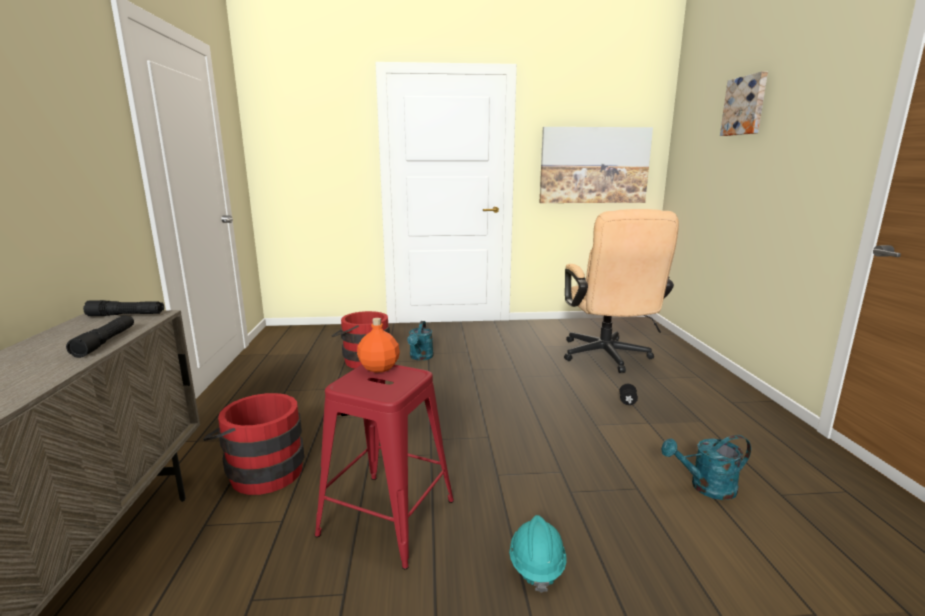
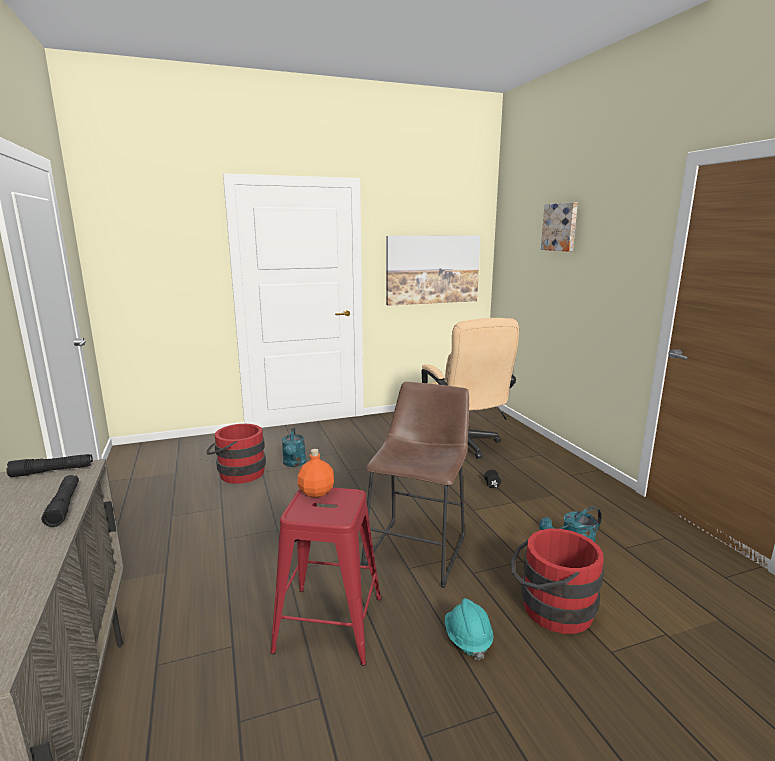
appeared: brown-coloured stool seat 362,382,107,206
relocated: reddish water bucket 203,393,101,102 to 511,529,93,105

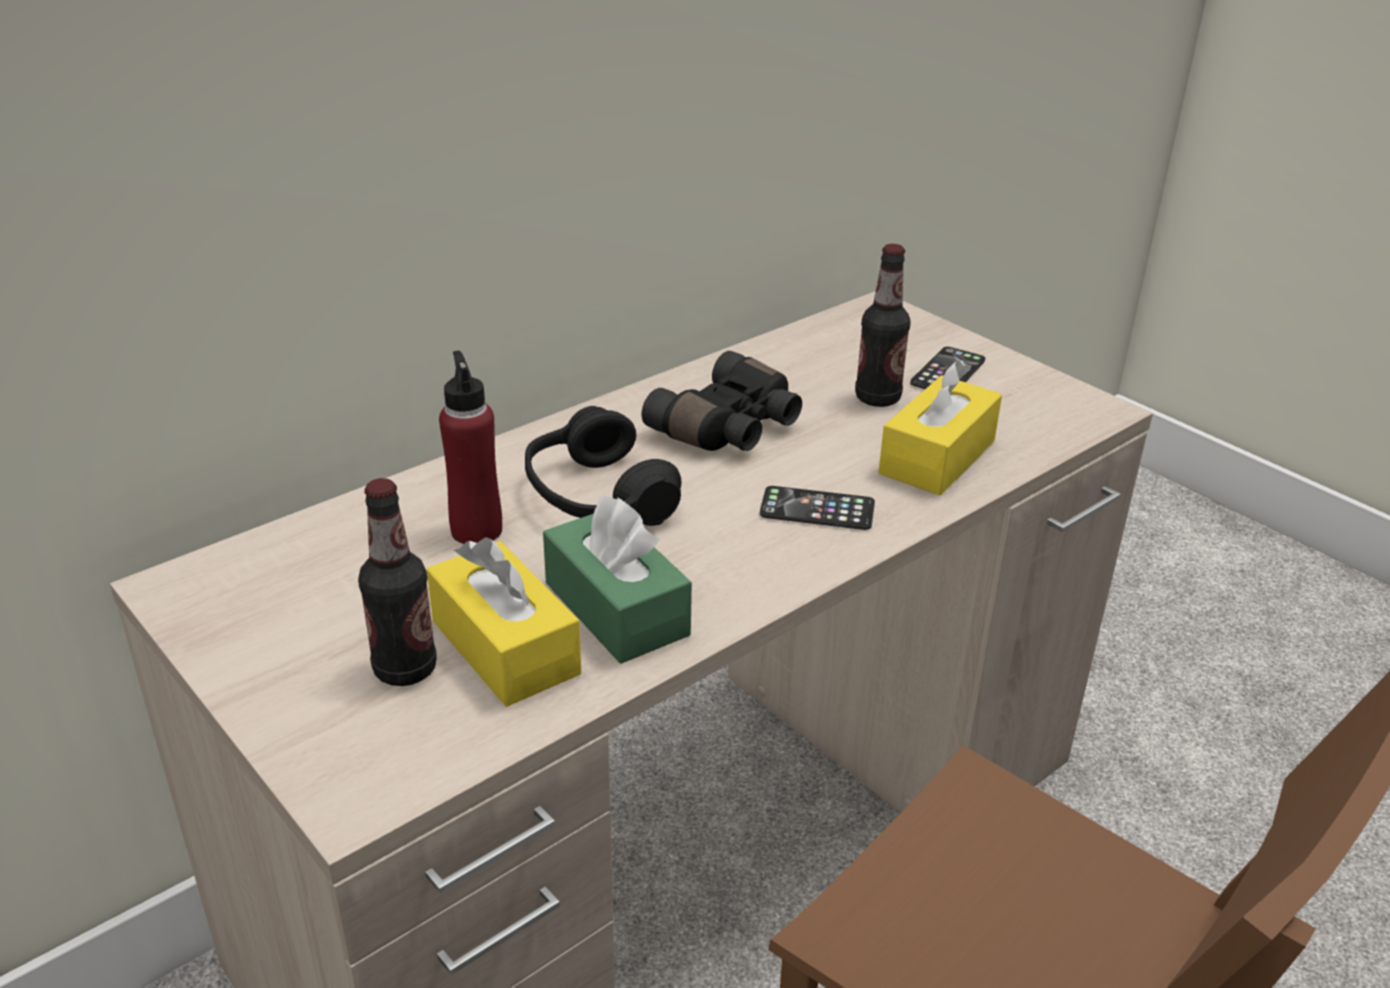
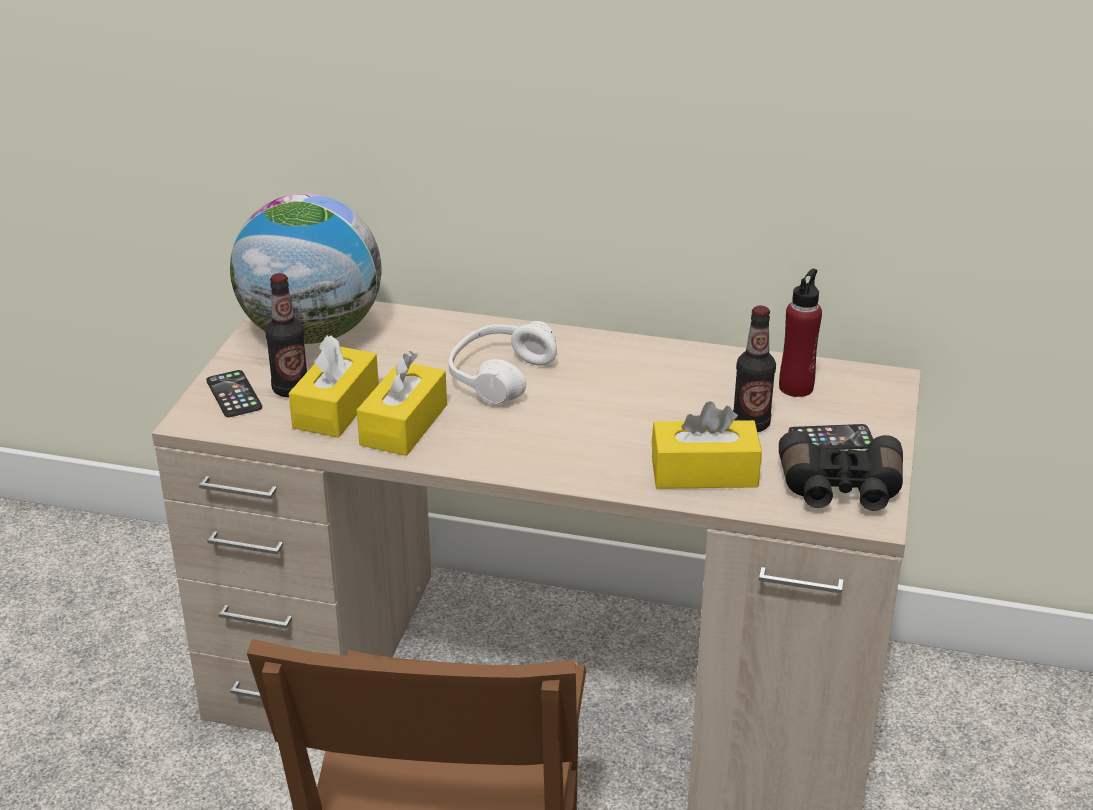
appeared: world globe 230,194,151,150
relocated: reddish drink bottle 439,351,63,193 to 779,269,43,128; black field glasses 641,351,161,100 to 779,431,124,80; handset 760,486,115,44 to 206,370,56,47
colour: black headphones 525,406,156,120 to whitish headphones 449,321,108,83; green tissue box 543,495,149,169 to yellow tissue box 357,351,90,105

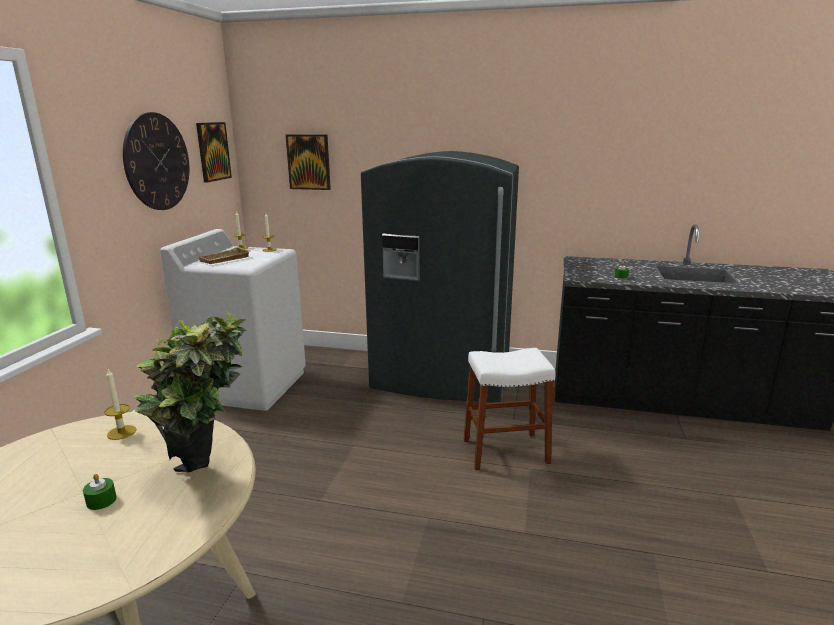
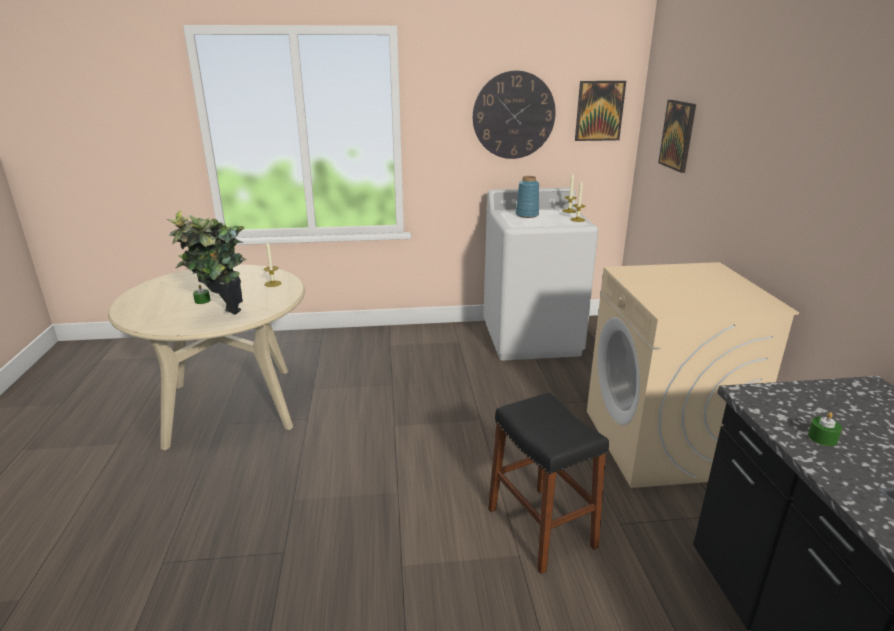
exchanged: grey fridge 361,151,158,251 to beige-coloured washing machine 587,262,212,226; beige-coloured serving tray 198,247,52,17 to blue-coloured flower vase 516,176,23,42
colour: whitish stool seat 464,348,92,122 to black stool seat 488,393,121,181

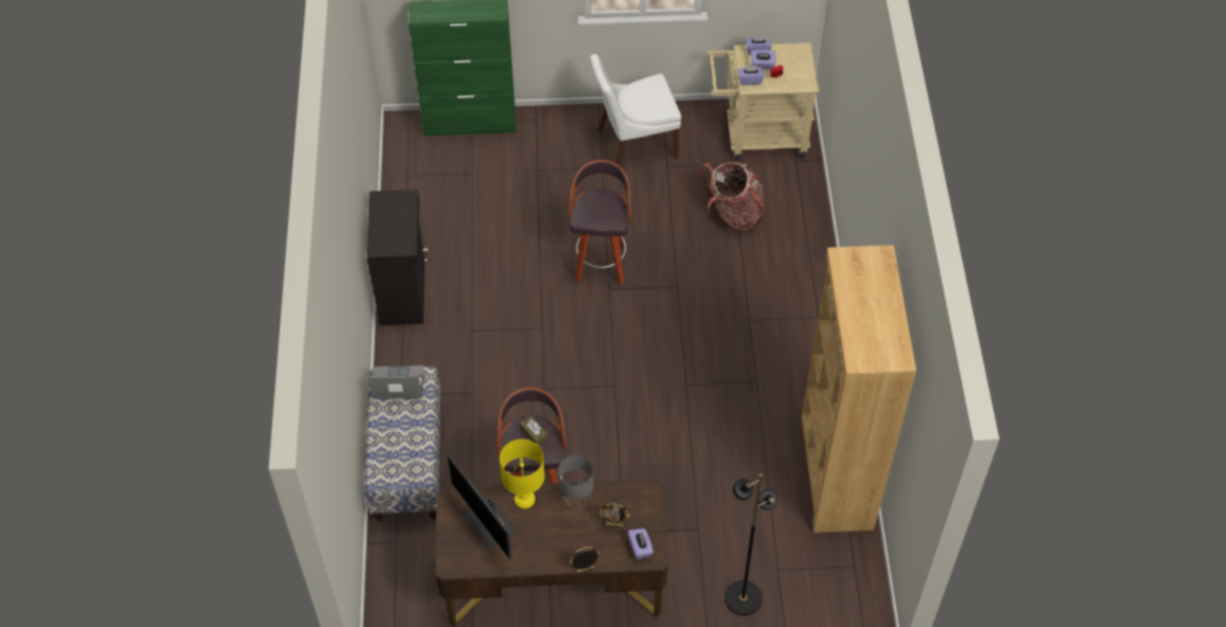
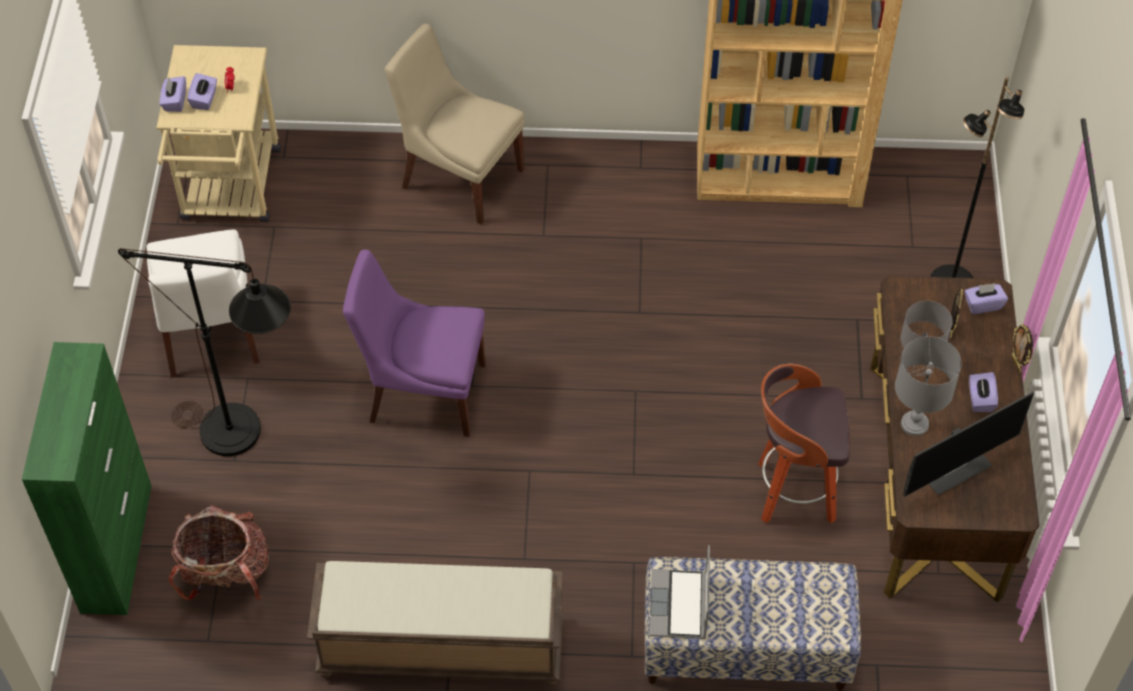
missing: brown-coloured tissue box 520,416,28,30
appeared: beige-coloured plain chair 385,23,140,202; black standing lamp 118,248,173,208
relocated: purple-coloured tissue box 738,65,26,20 to 969,372,29,40; rucksack 701,162,64,69 to 169,505,100,95
exchanged: stool seat 569,160,62,125 to purple-coloured plain chair 343,249,143,188; black cupboard 367,189,63,137 to brown-coloured long seat 307,561,256,125
colour: yellow table lamp 500,439,45,70 to grey table lamp 895,336,67,100

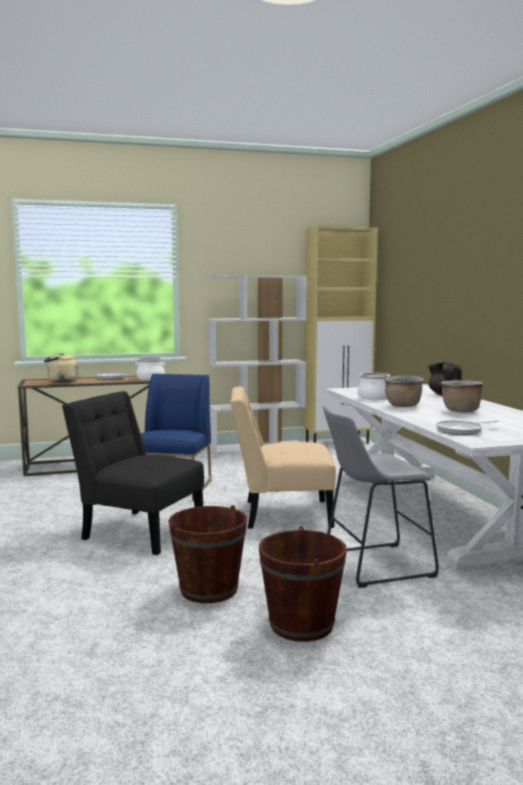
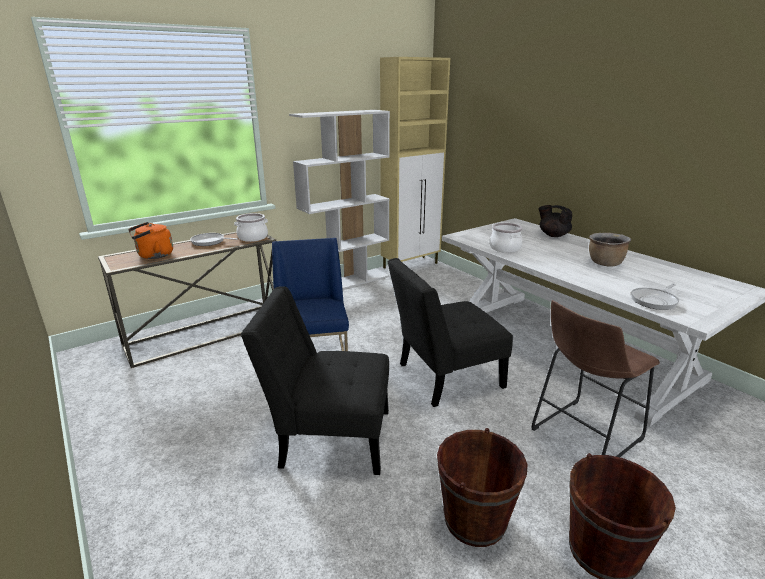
missing: brown-coloured stockpot 384,375,40,32
colour: beige-coloured tea kettle 44,353,34,30 to orange-coloured tea kettle 128,222,45,37; beige-coloured plain chair 230,387,106,142 to black plain chair 387,258,126,149; grey stool seat 323,406,116,182 to brown-coloured stool seat 531,300,129,157

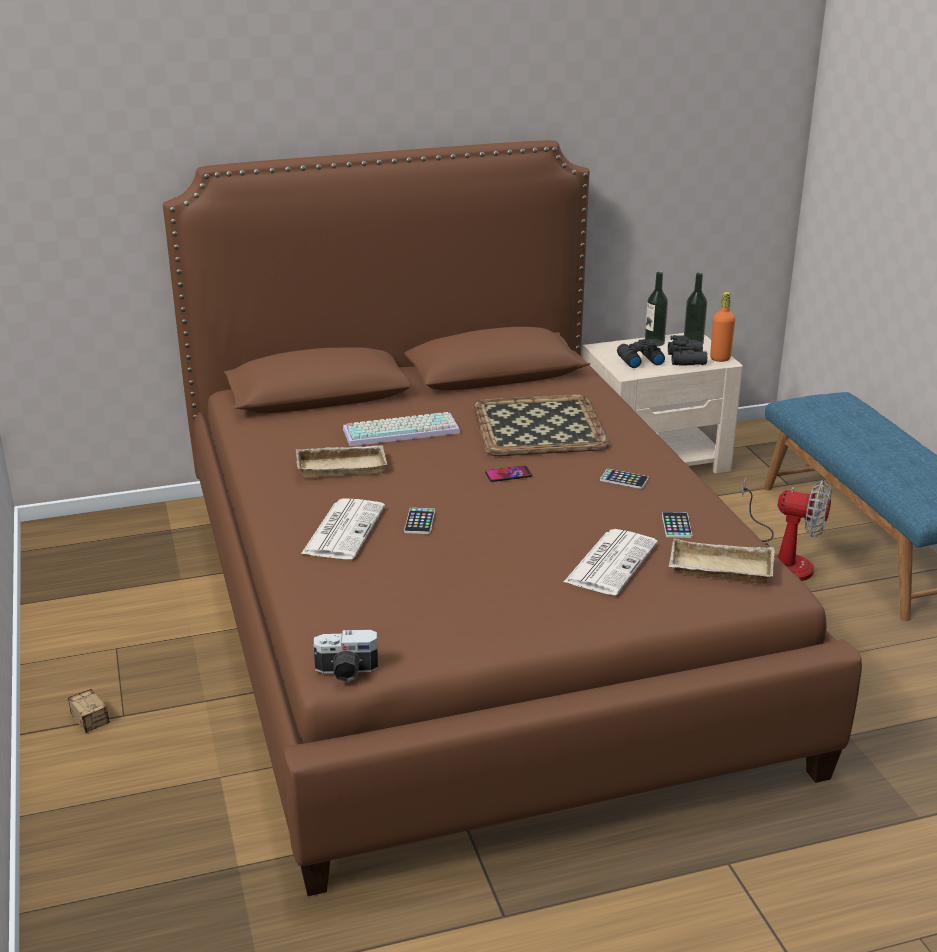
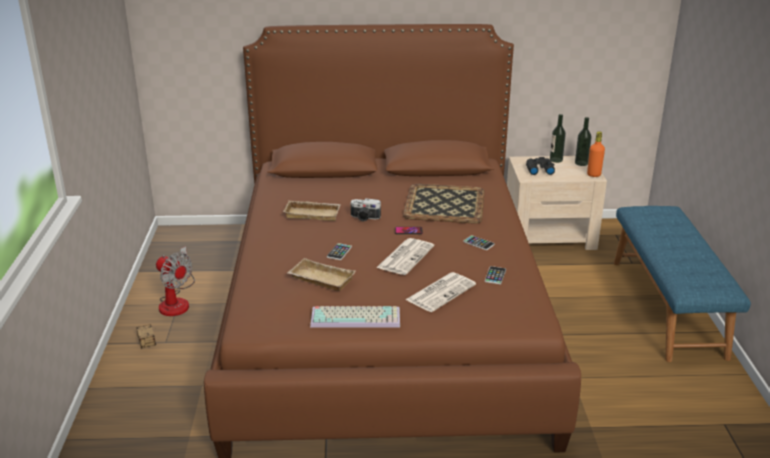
missing: black field glasses 668,335,39,30
relocated: PC keyboard 343,412,117,34 to 310,306,90,21; cooling fan 742,478,90,103 to 156,246,39,70; printed paper 301,498,84,61 to 376,238,58,37; beige-coloured serving tray 669,539,106,45 to 287,258,69,33; still camera 313,629,65,53 to 351,198,30,24

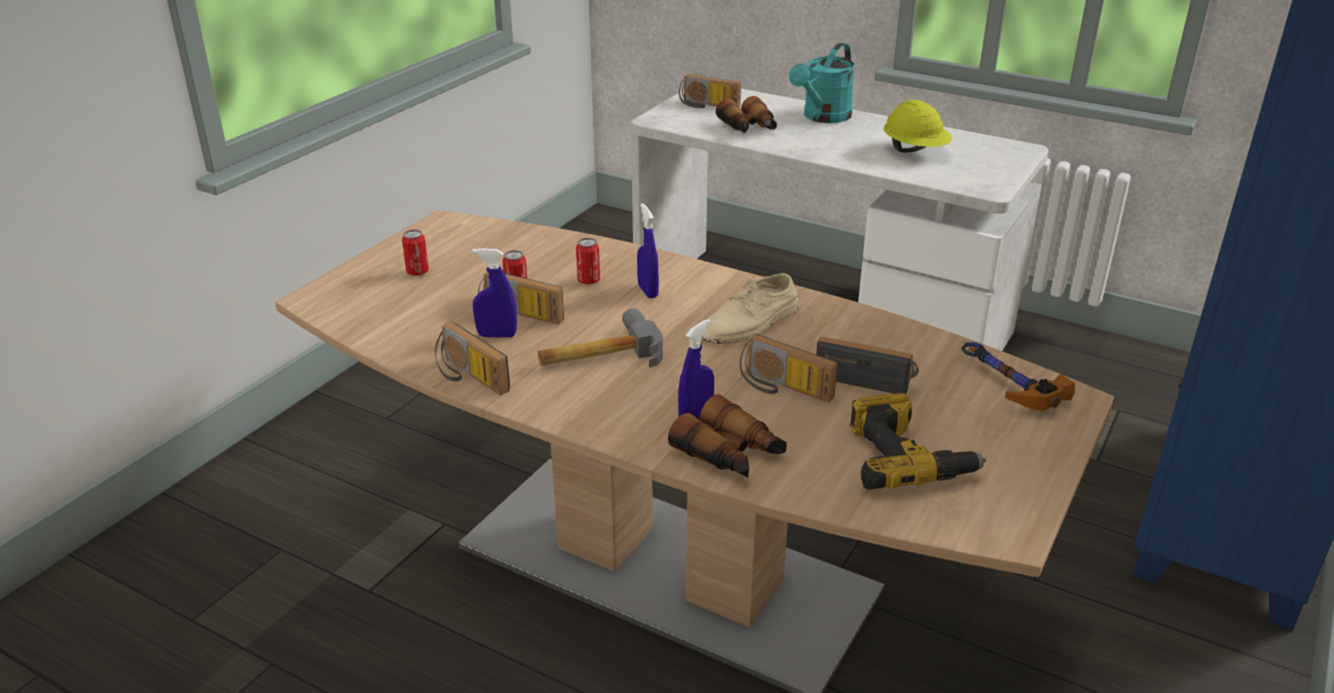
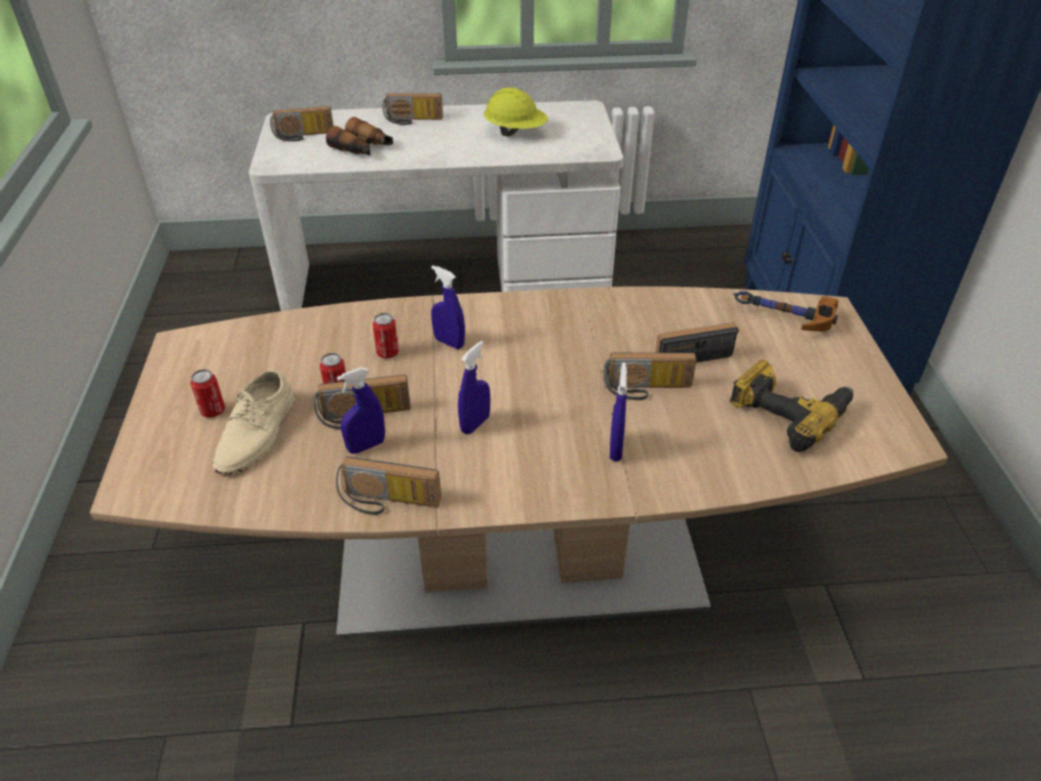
missing: field glasses 668,394,119,83
relocated: beige-coloured shoe 702,273,97,71 to 213,370,82,105
exchanged: turquoise-coloured watering can 789,43,66,80 to radio receiver 383,93,60,32; hammer 538,308,125,59 to blue-coloured hand sprayer 458,341,32,93

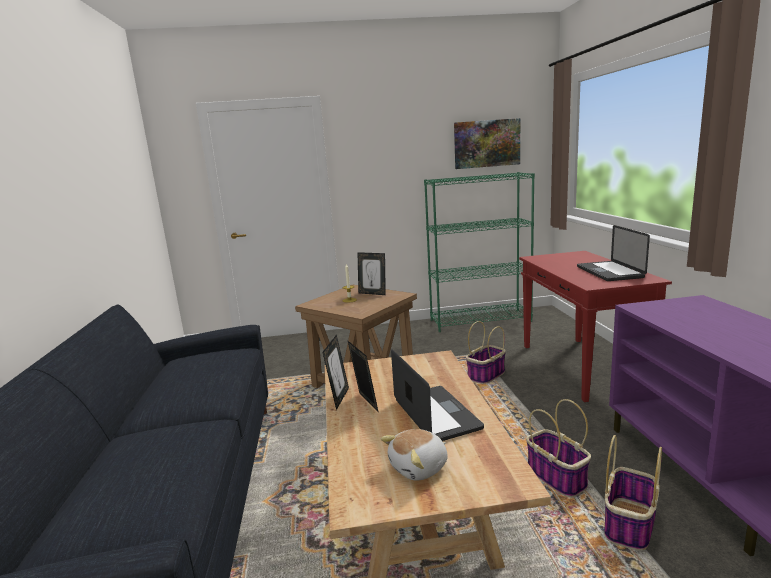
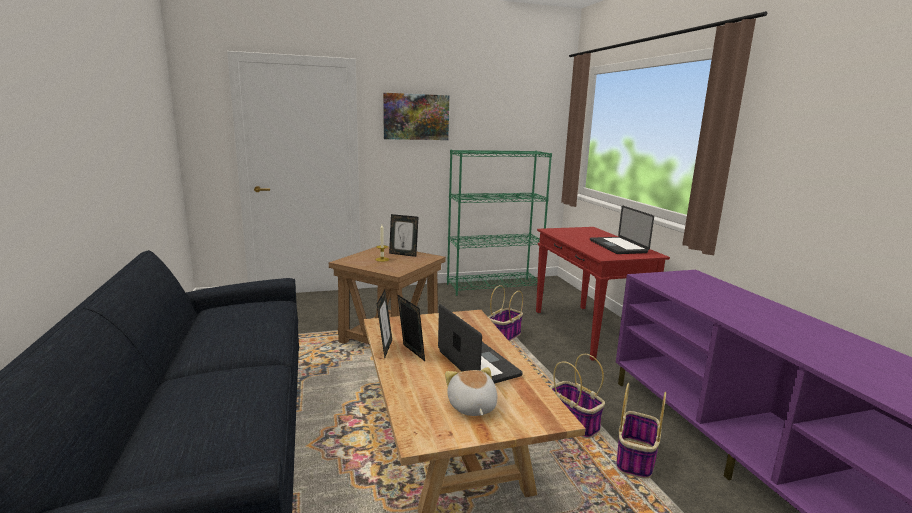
relocated: picture 454,118,66,51 to 383,93,66,47
spun: cuddly toy 381,429,67,52 = 445,367,52,49 120 degrees clockwise

